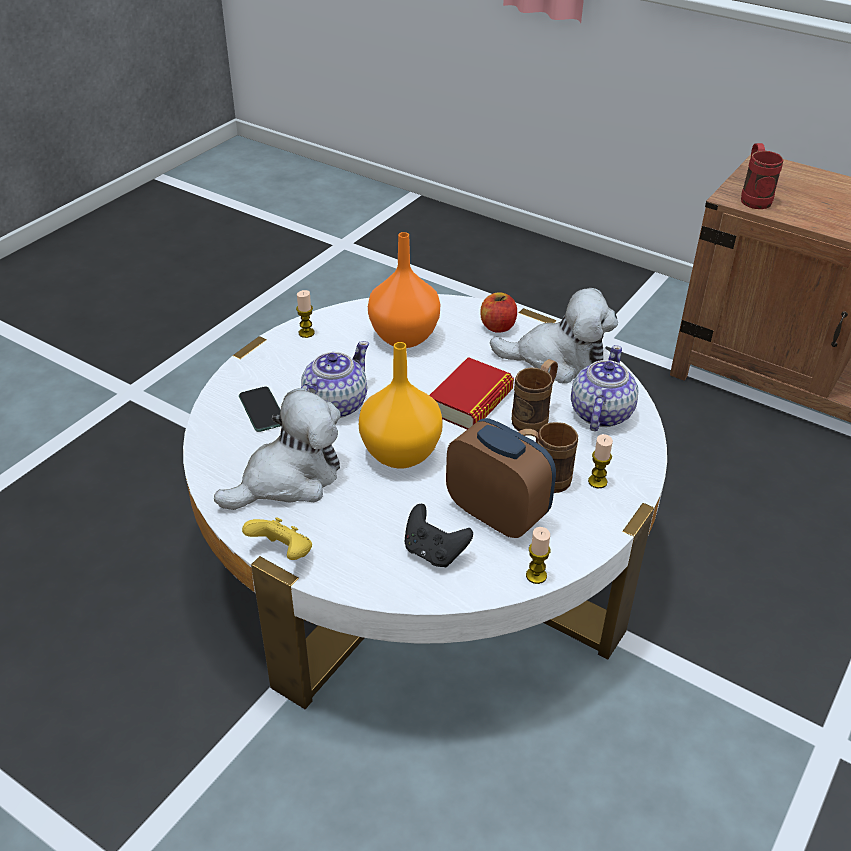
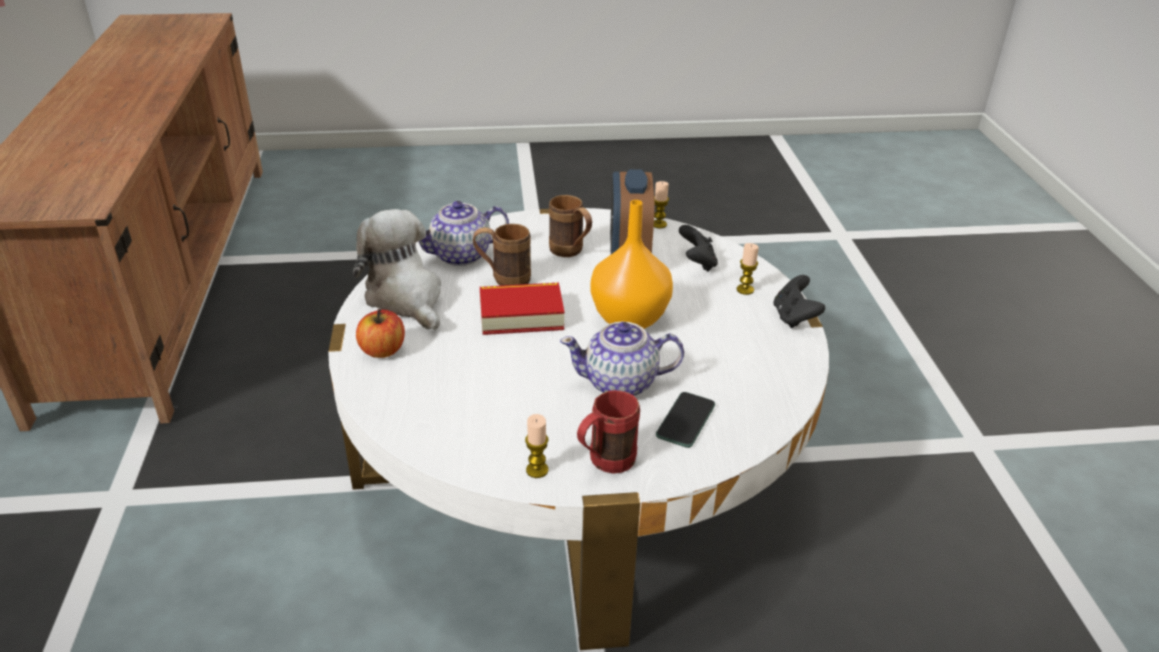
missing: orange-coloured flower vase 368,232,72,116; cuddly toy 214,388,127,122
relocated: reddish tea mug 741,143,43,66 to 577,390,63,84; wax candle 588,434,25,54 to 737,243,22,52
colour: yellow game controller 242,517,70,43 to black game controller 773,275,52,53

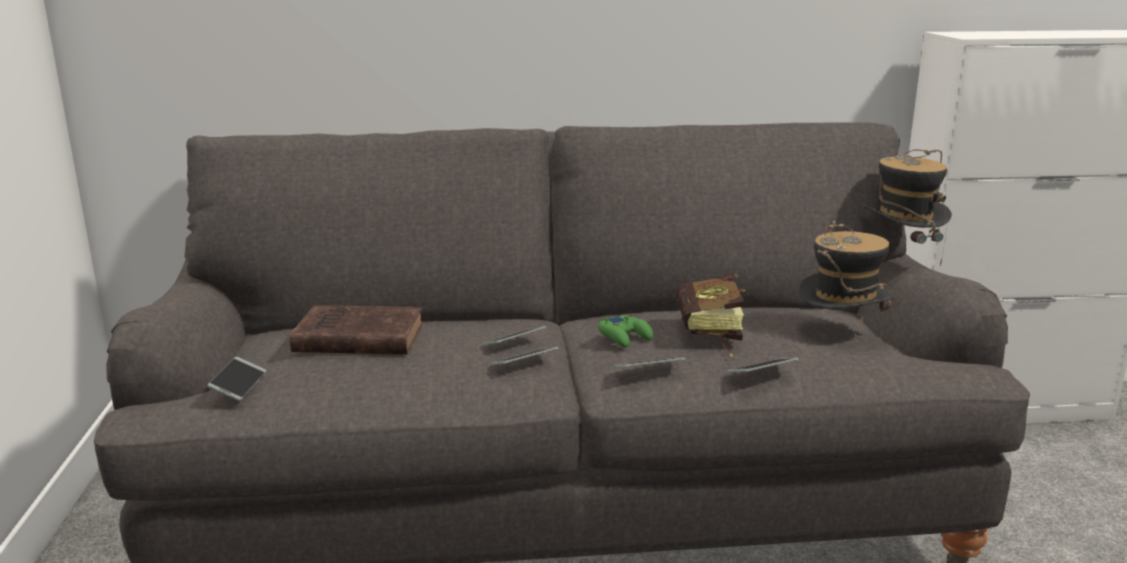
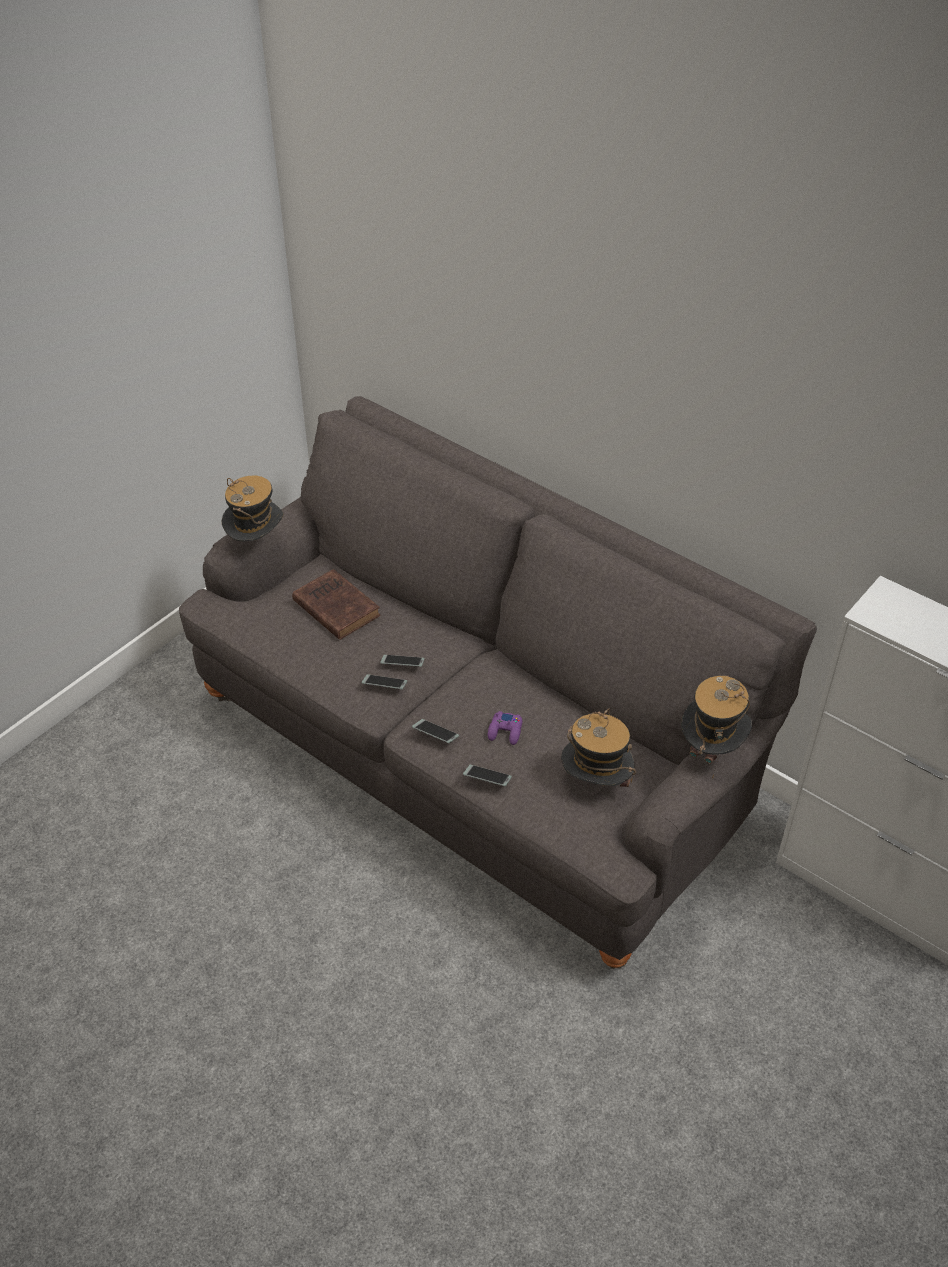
missing: green game controller 598,315,55,32; handset 208,357,58,44
appeared: hat 222,475,62,67
exchanged: bound book 677,274,68,83 to purple-coloured game controller 488,711,34,34

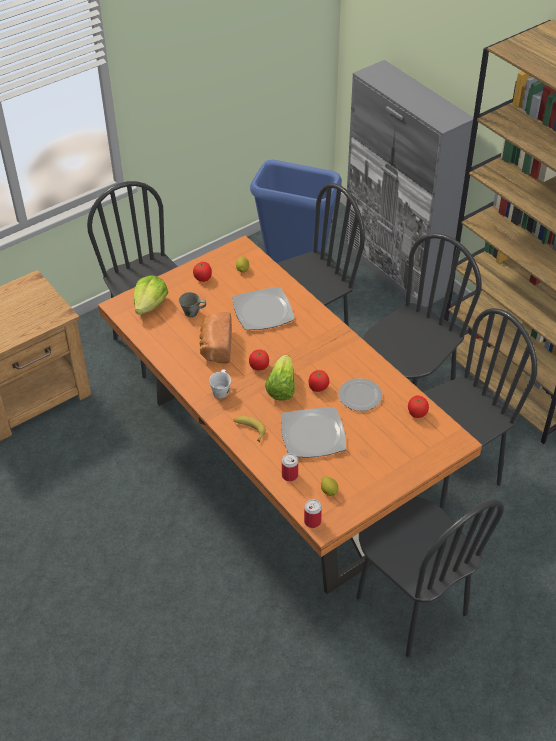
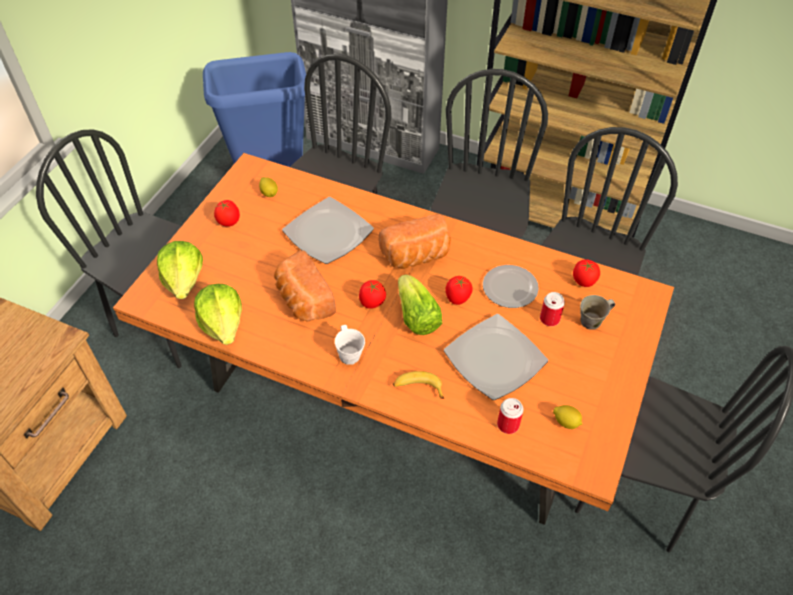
appeared: baked bread 378,214,73,55; head of lettuce 194,284,48,61
relocated: grey tea mug 179,292,27,25 to 580,295,35,35; sealed can 304,499,18,29 to 540,292,25,34

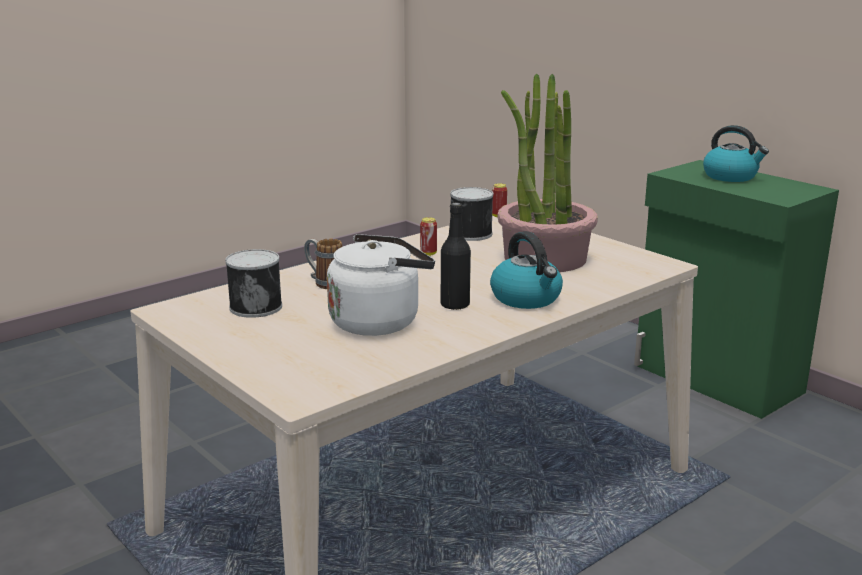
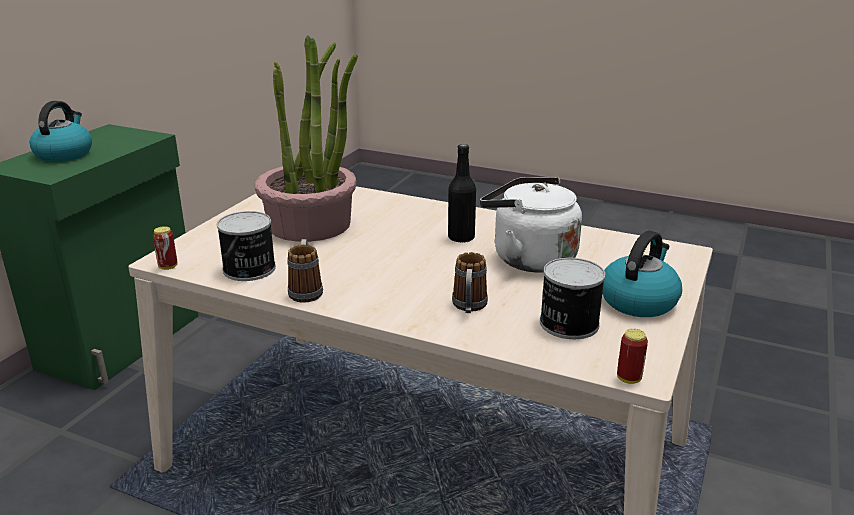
appeared: tea mug 287,239,36,64
relocated: sealed can 420,217,17,39 to 617,329,31,55; tea kettle 490,231,73,78 to 602,230,80,87

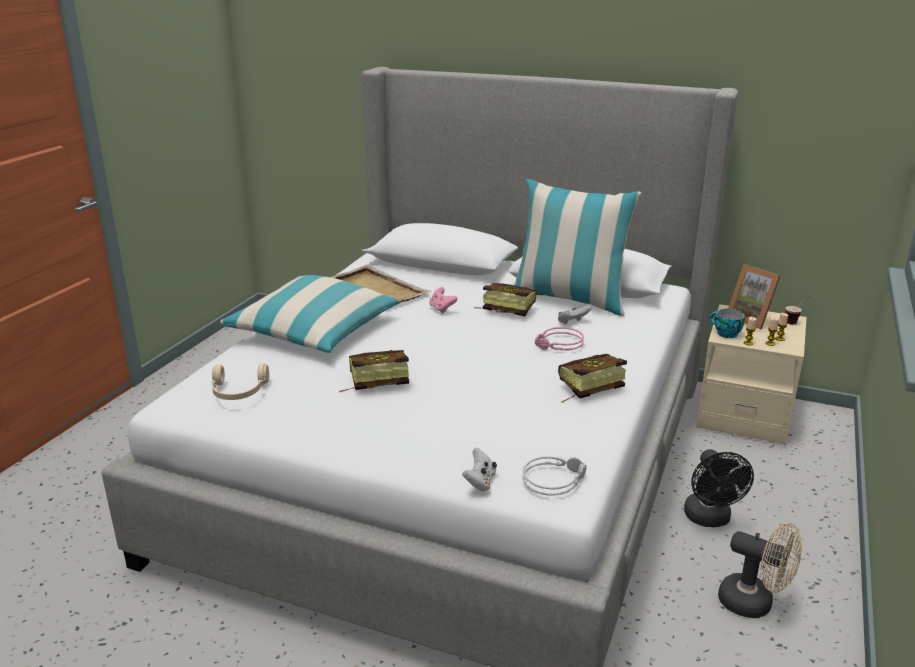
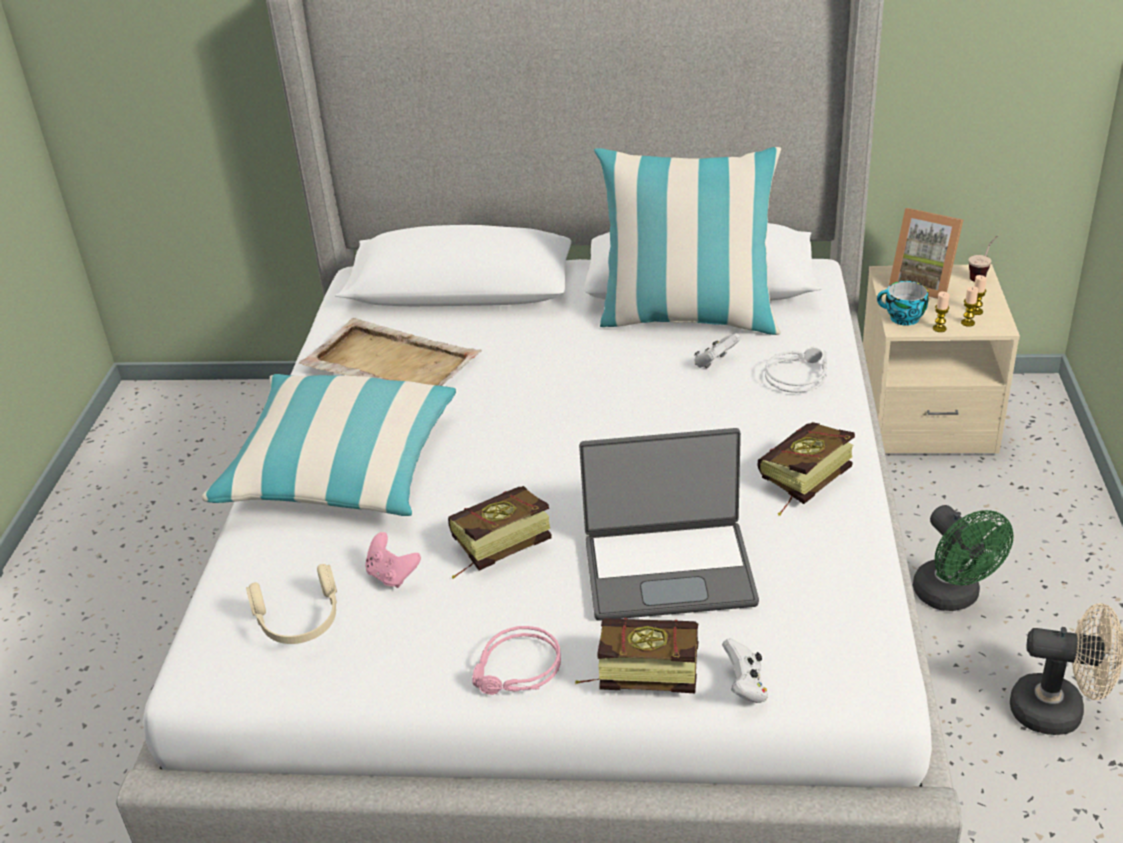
appeared: notebook computer 579,428,180,193
relocated: bound book 474,283,63,33 to 575,618,124,75; pink game controller 429,287,28,26 to 365,532,56,56; pink headphones 535,327,49,23 to 472,626,89,69; grey headphones 522,456,65,40 to 765,347,62,46
colour: black cooling fan 684,449,70,78 to green cooling fan 913,505,100,106

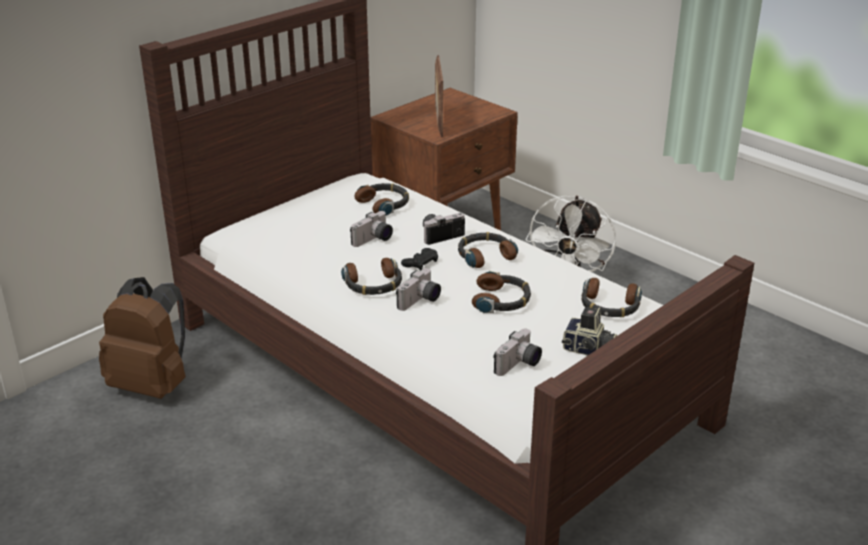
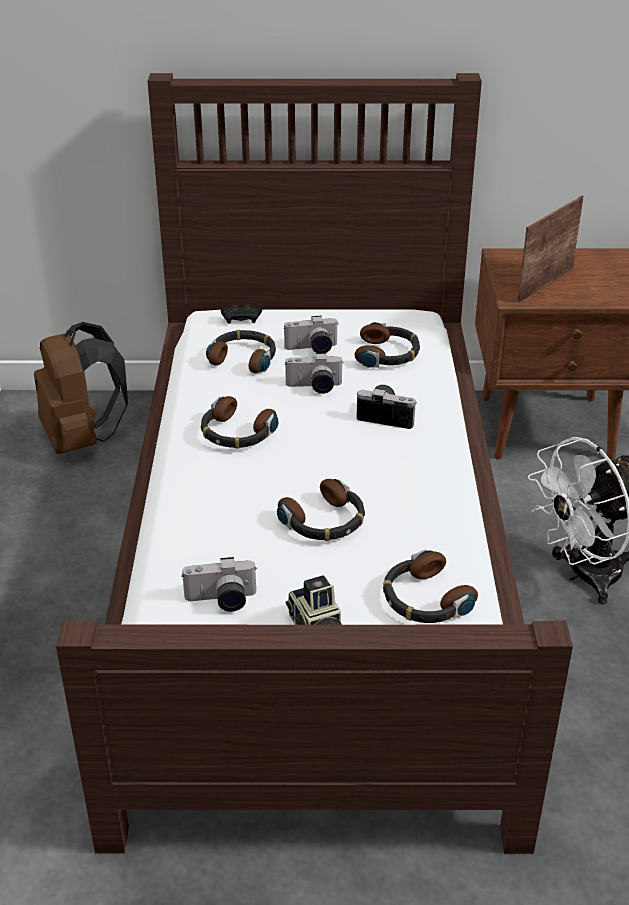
relocated: headphones 458,232,60,36 to 206,330,70,43; black game controller 401,248,37,22 to 221,305,41,19; still camera 396,268,45,43 to 284,316,54,37

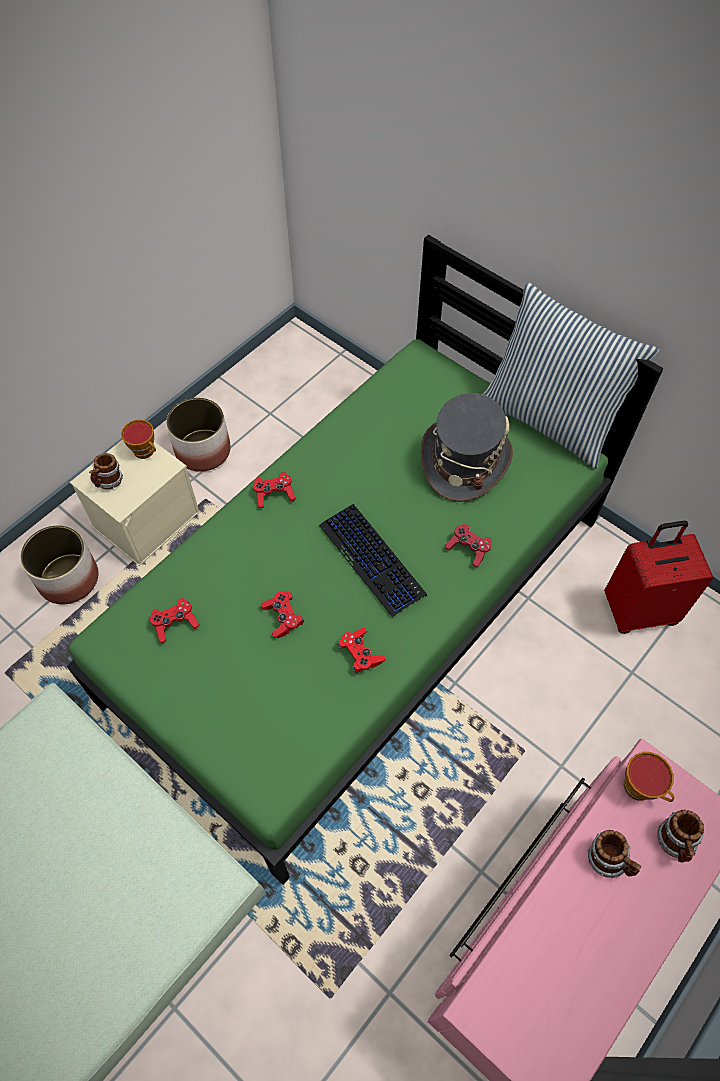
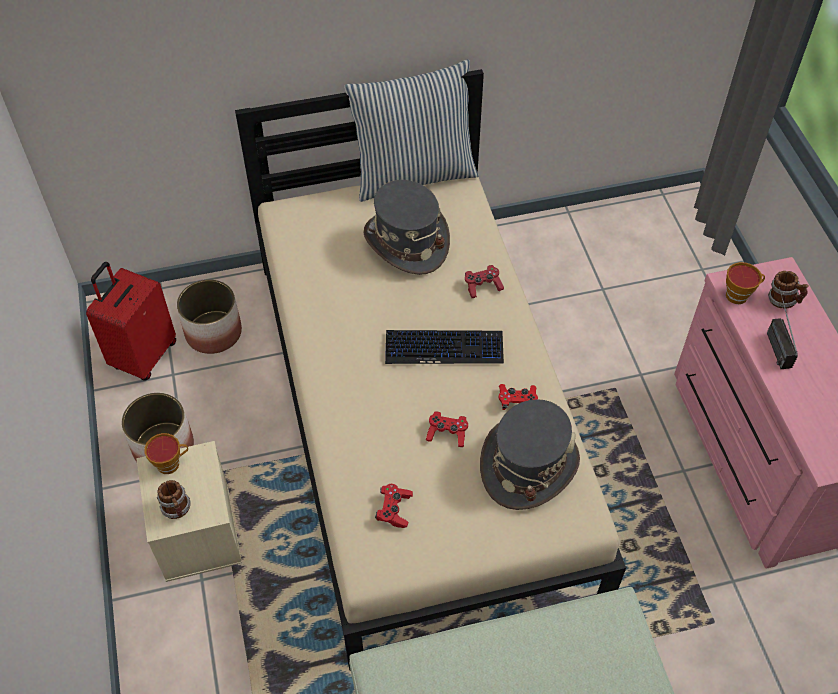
missing: reddish game controller 253,472,43,36
appeared: grey hat 480,399,100,111
relocated: reddish travel case 604,521,110,113 to 86,262,90,119; flower pot 20,525,79,79 to 177,279,65,75
exchanged: tea mug 587,830,54,48 to radio receiver 767,287,31,82
colour: green bedroom bed 66,235,598,650 to beige-coloured bedroom bed 235,69,391,602

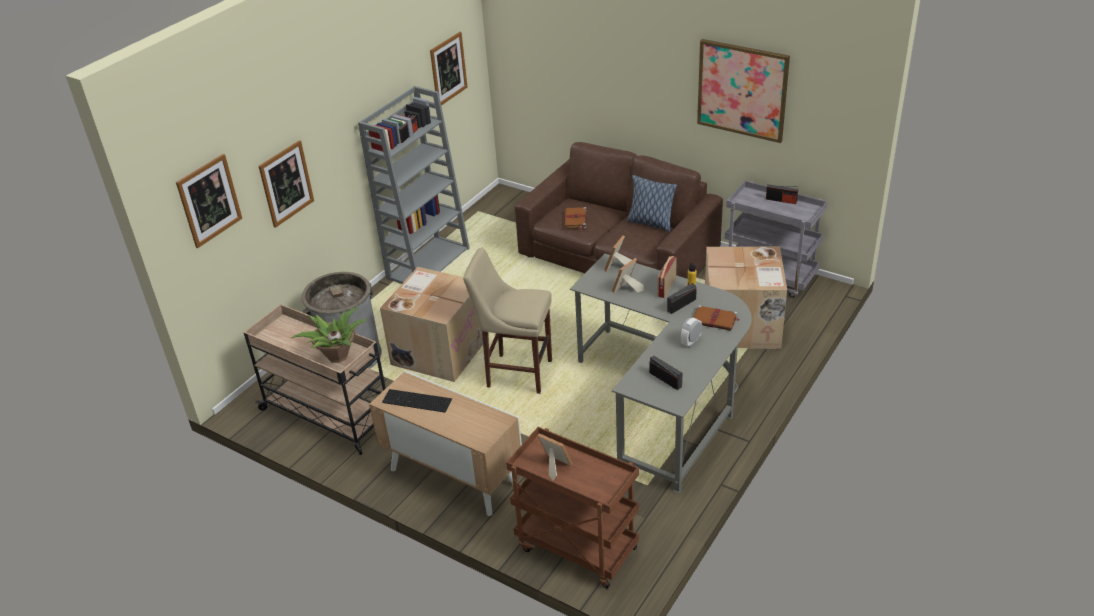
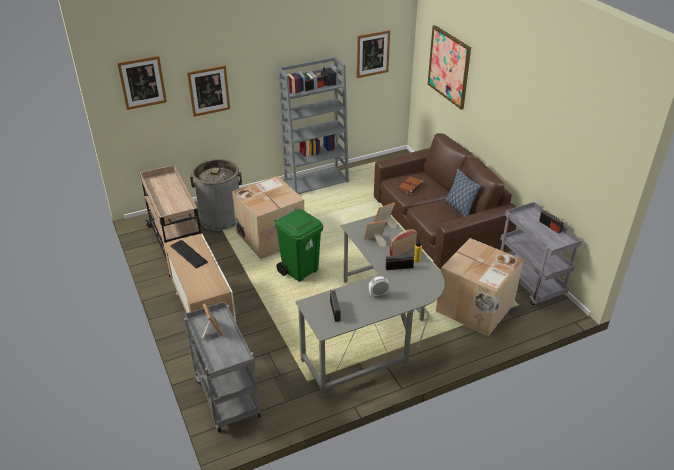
missing: brown-coloured bound book 694,305,46,26; plant in a pot 291,307,77,56
relocated: picture 697,39,93,104 to 428,25,43,85
exchanged: beige-coloured stool seat 463,248,89,146 to green trash can 274,209,49,72
colour: brown-coloured wheeled cart 506,427,133,162 to grey wheeled cart 184,302,77,131

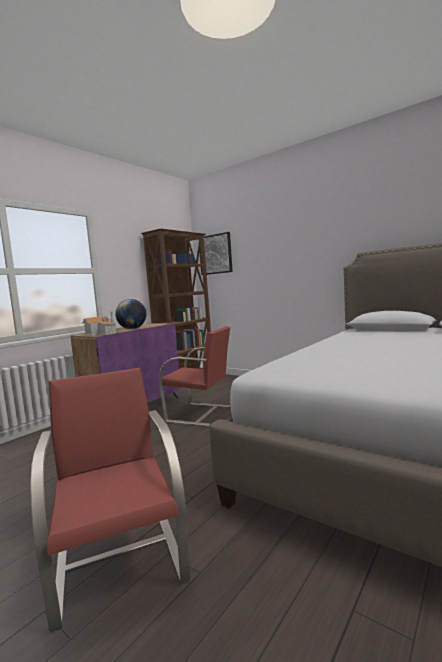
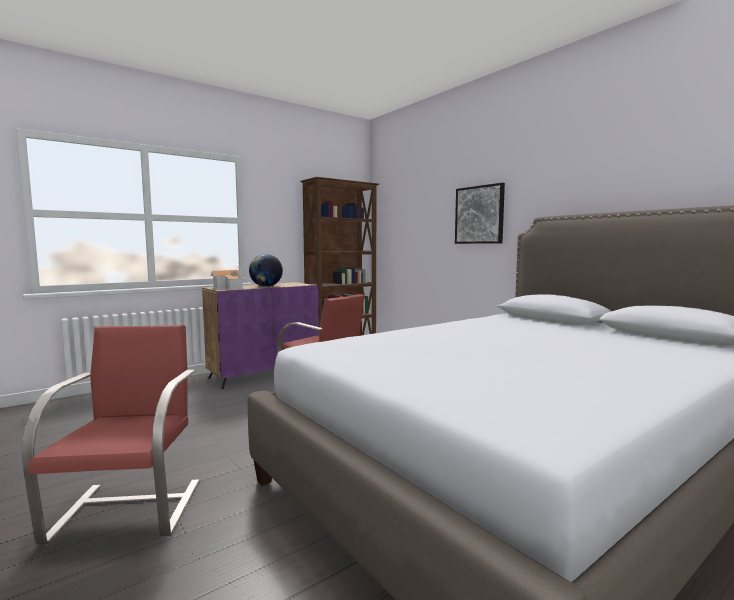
relocated: picture 200,232,33,43 to 455,183,50,61

